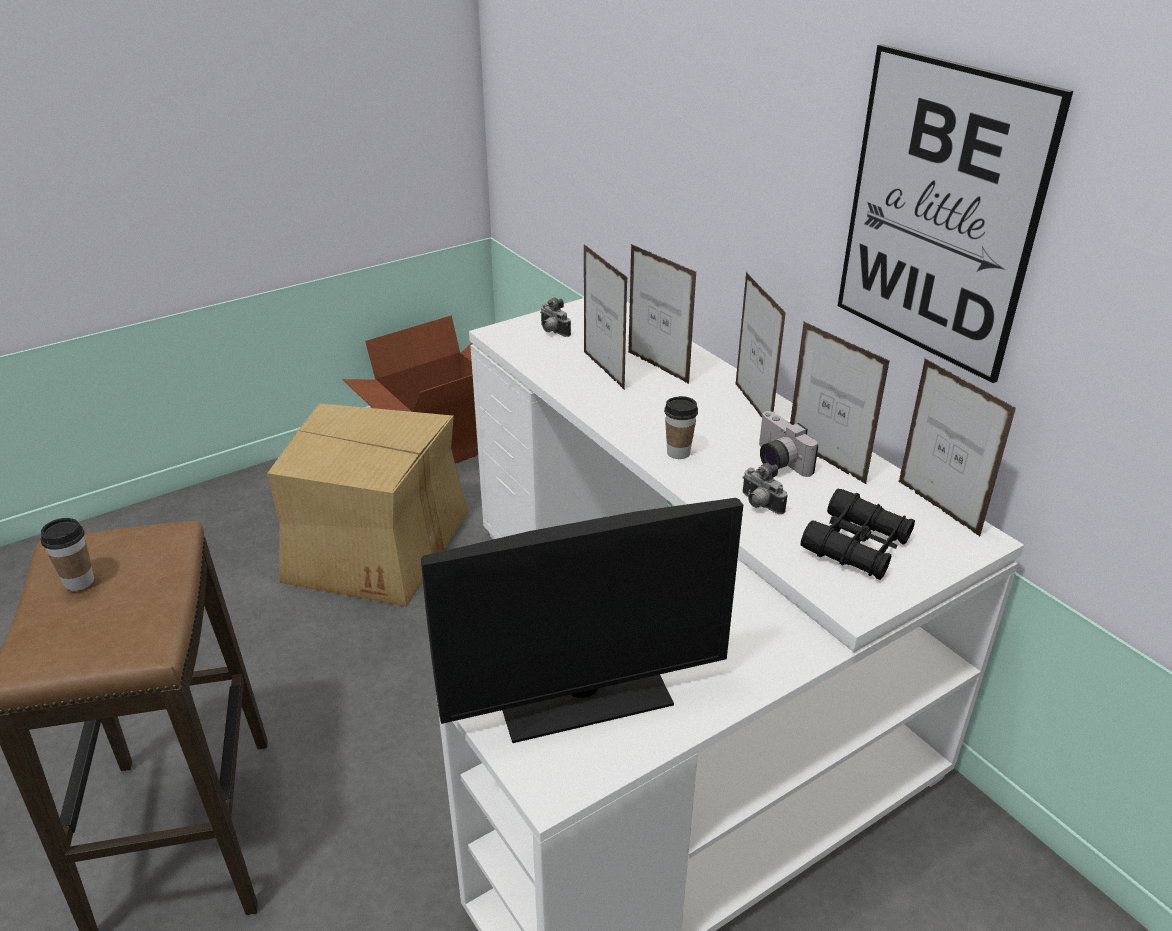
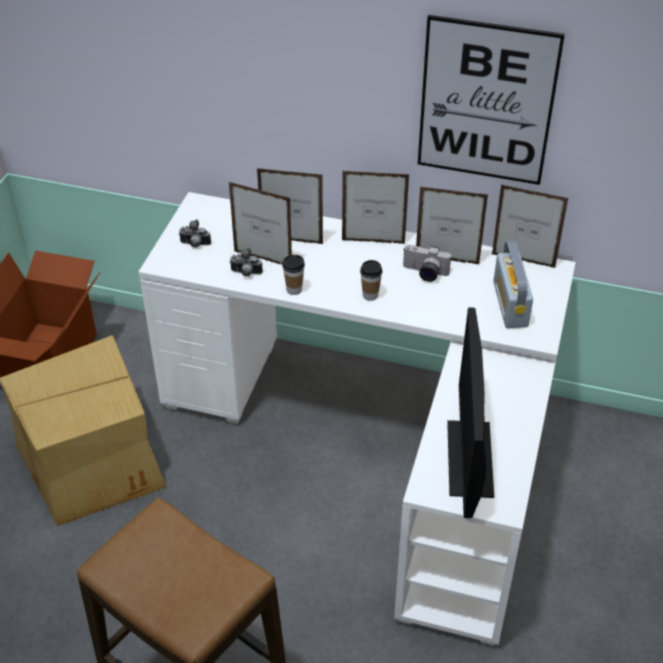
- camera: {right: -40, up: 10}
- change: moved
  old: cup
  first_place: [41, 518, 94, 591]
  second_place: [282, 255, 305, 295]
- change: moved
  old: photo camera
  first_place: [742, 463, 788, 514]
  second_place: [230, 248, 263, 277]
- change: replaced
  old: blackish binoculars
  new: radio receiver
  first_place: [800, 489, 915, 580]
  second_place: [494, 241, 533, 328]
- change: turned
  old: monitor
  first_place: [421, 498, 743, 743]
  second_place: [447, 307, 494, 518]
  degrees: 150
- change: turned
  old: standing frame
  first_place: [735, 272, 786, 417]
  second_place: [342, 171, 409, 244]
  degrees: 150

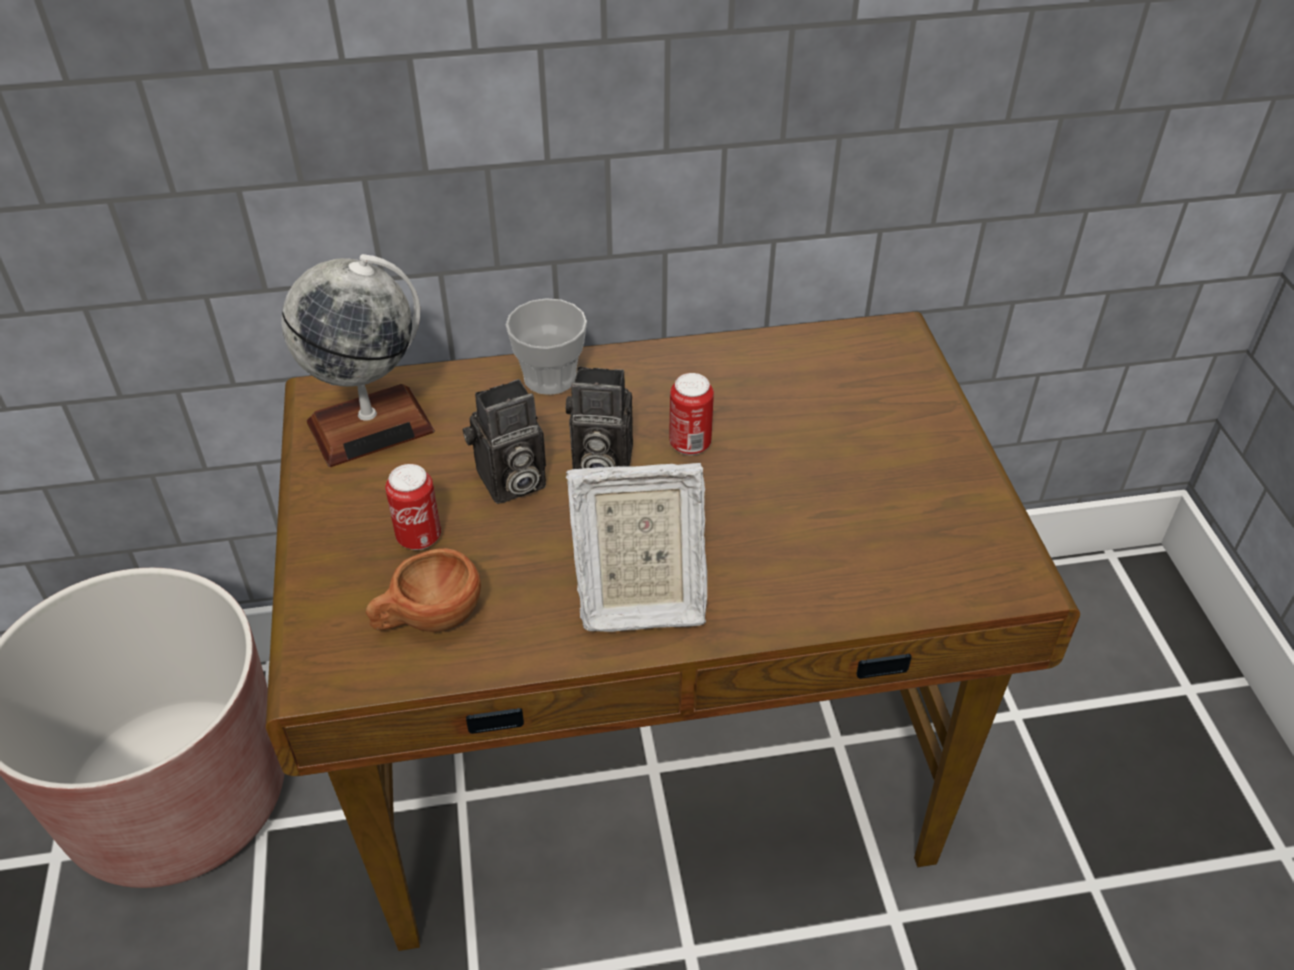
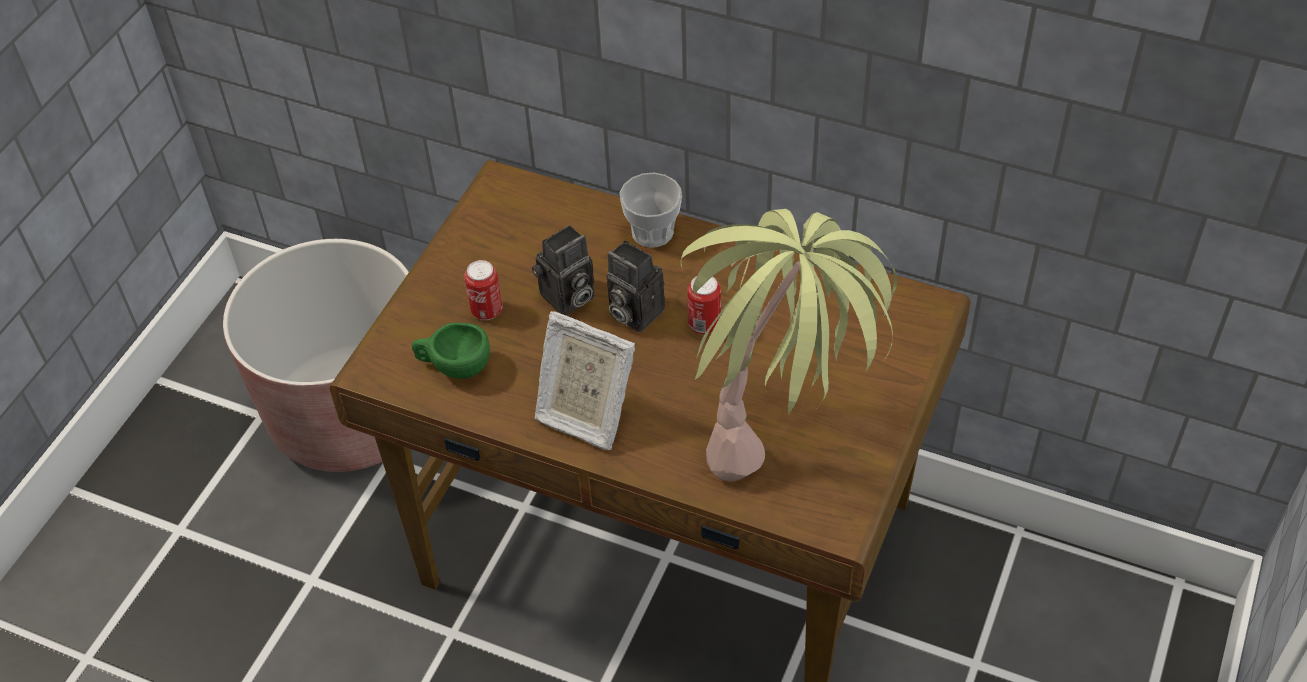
- camera: {right: 35, up: 5}
- change: removed
  old: world globe
  first_place: [281, 254, 435, 467]
- change: added
  new: potted plant
  second_place: [681, 209, 897, 481]
- change: recoloured
  old: brown cup
  new: green cup
  first_place: [366, 548, 481, 632]
  second_place: [412, 323, 490, 379]
- change: turned
  old: photo camera
  first_place: [463, 379, 546, 504]
  second_place: [532, 225, 594, 315]
  degrees: -45

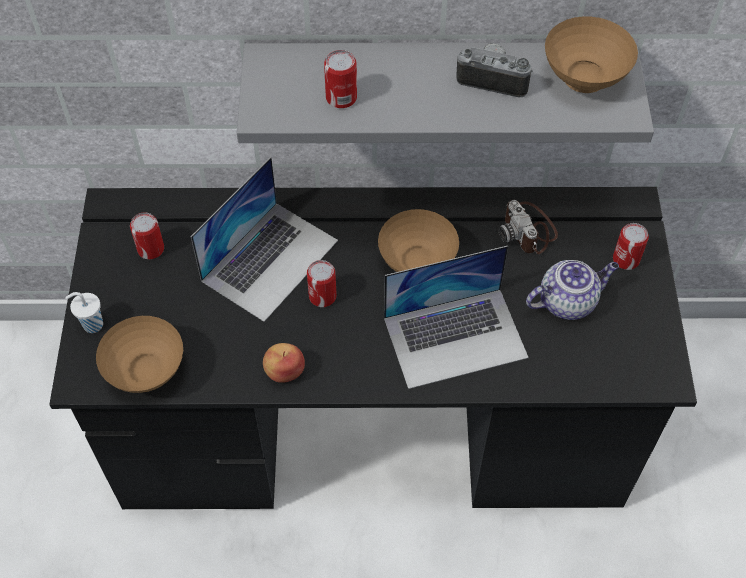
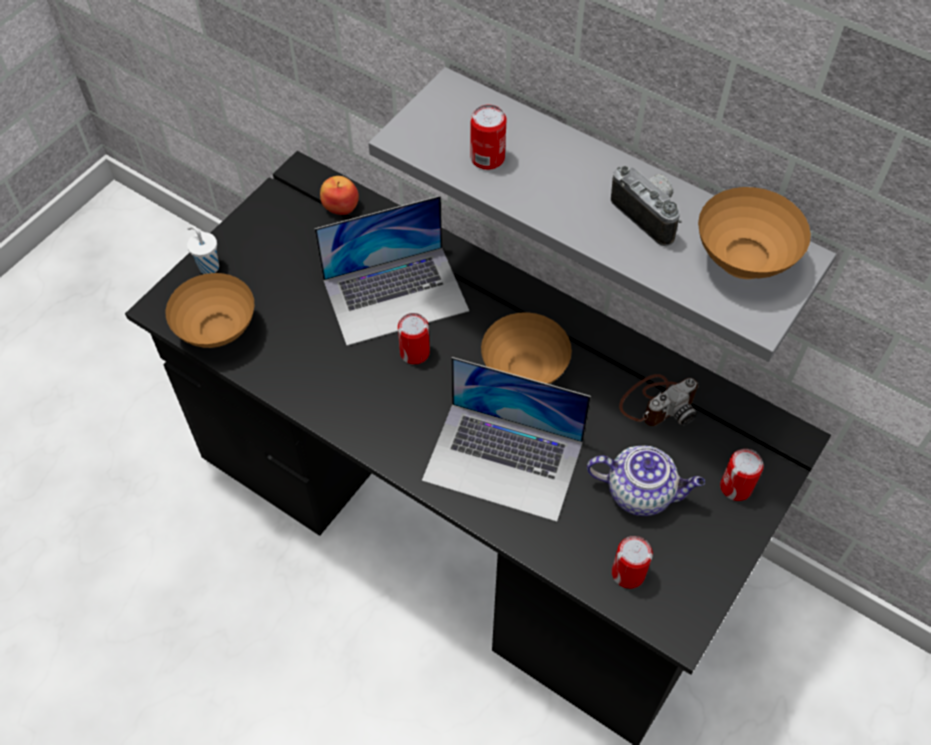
- camera: {right: 35, up: 0}
- change: moved
  old: can
  first_place: [130, 213, 164, 259]
  second_place: [612, 536, 653, 589]
- change: moved
  old: apple fruit
  first_place: [263, 343, 305, 383]
  second_place: [320, 176, 359, 215]
- change: turned
  old: photo camera
  first_place: [498, 200, 558, 254]
  second_place: [619, 374, 698, 426]
  degrees: -135

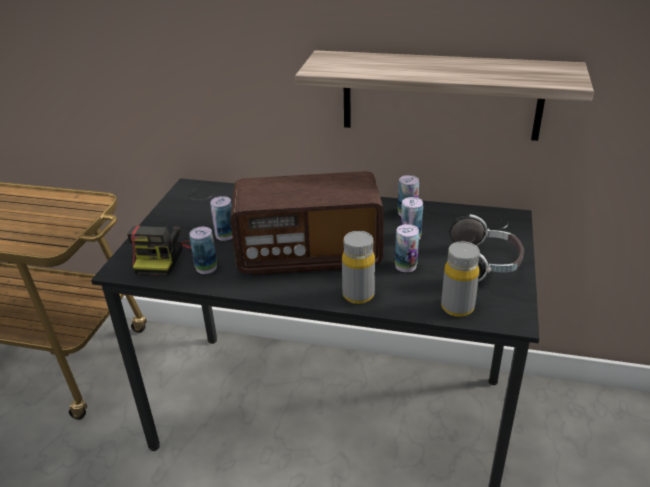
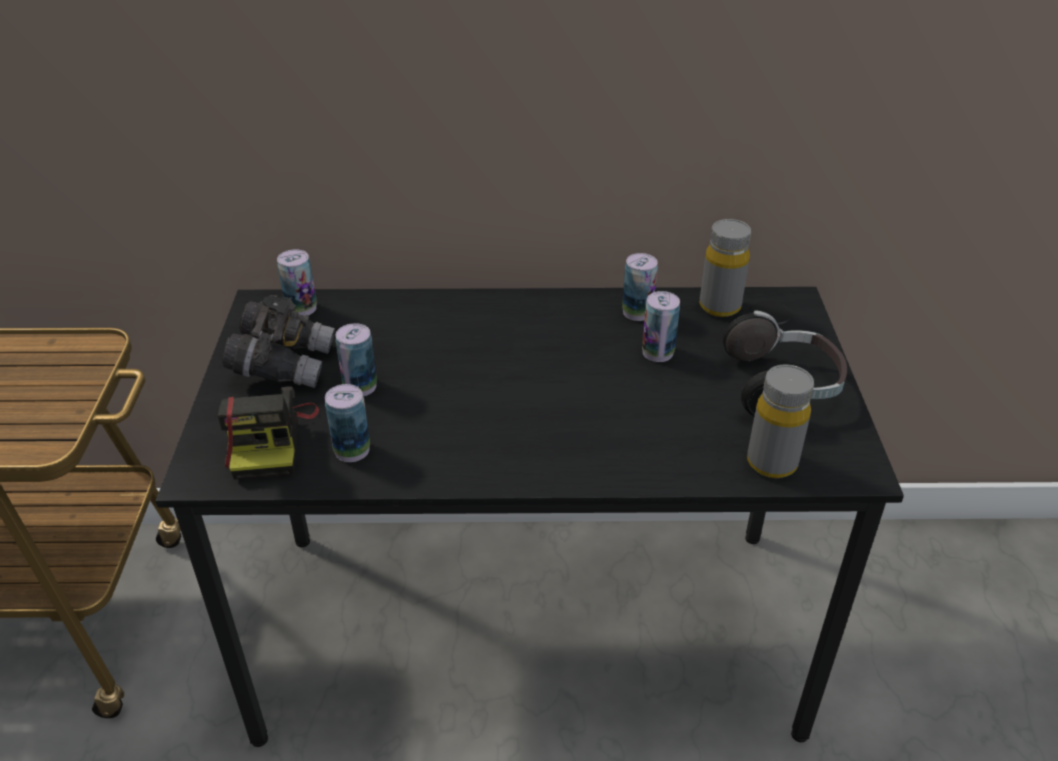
- camera: {right: -15, up: 5}
- change: removed
  old: radio receiver
  first_place: [230, 171, 384, 275]
- change: removed
  old: wall shelf
  first_place: [295, 50, 594, 141]
- change: added
  new: grey binoculars
  second_place: [222, 295, 335, 388]
- change: moved
  old: grey drink bottle
  first_place: [342, 231, 375, 304]
  second_place: [700, 219, 751, 317]
- change: moved
  old: can
  first_place: [395, 224, 419, 272]
  second_place: [277, 249, 317, 316]

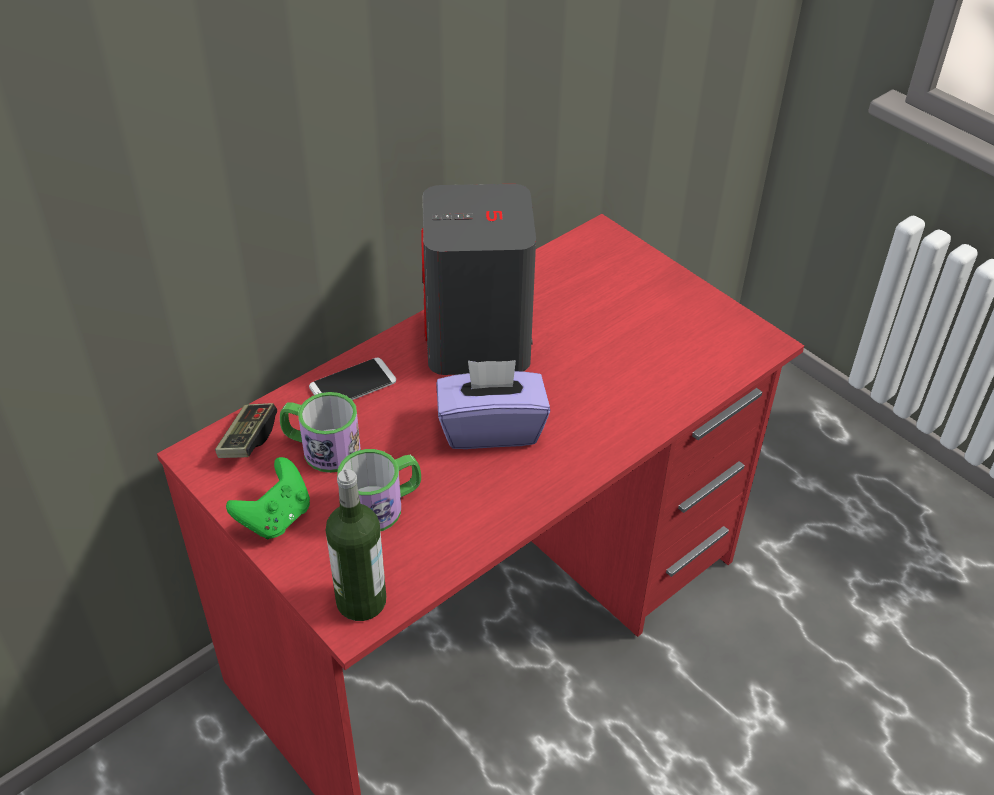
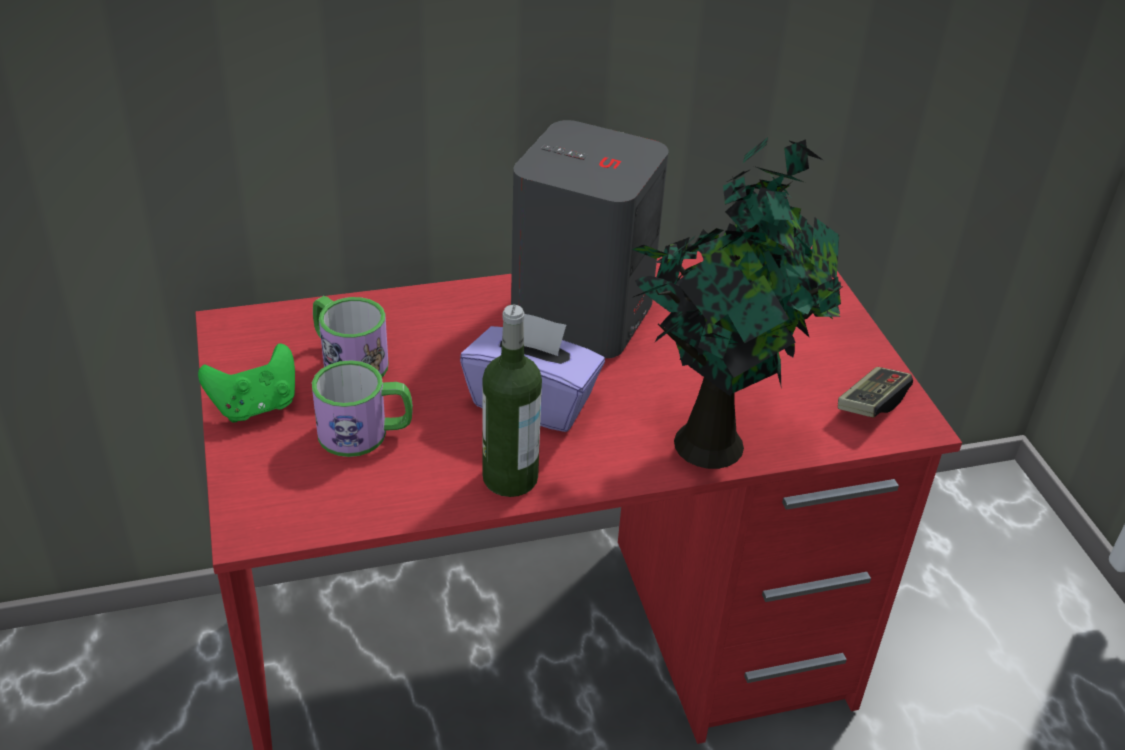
- camera: {right: 25, up: -5}
- change: removed
  old: phone
  first_place: [309, 358, 396, 400]
- change: added
  new: potted plant
  second_place: [632, 137, 843, 469]
- change: moved
  old: gamepad
  first_place: [215, 403, 277, 458]
  second_place: [838, 367, 913, 417]
- change: moved
  old: drink bottle
  first_place: [326, 469, 386, 621]
  second_place: [482, 305, 542, 497]

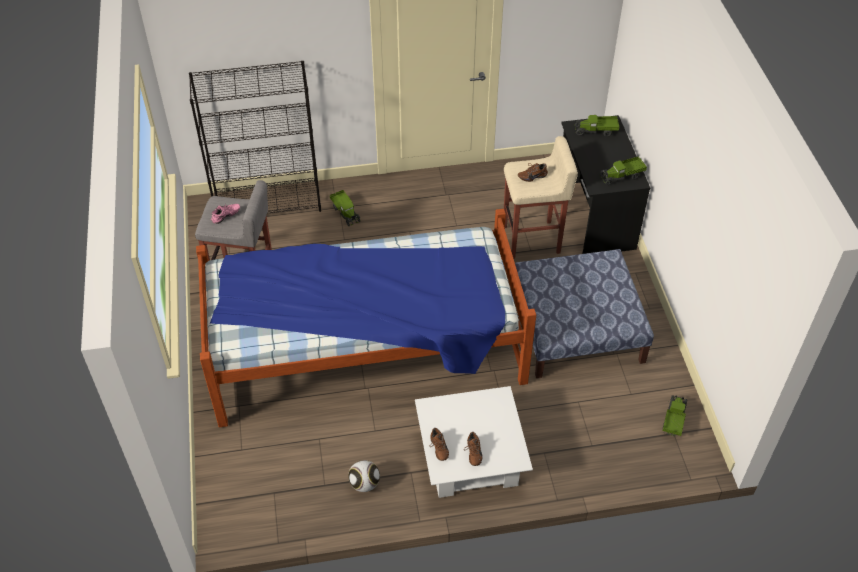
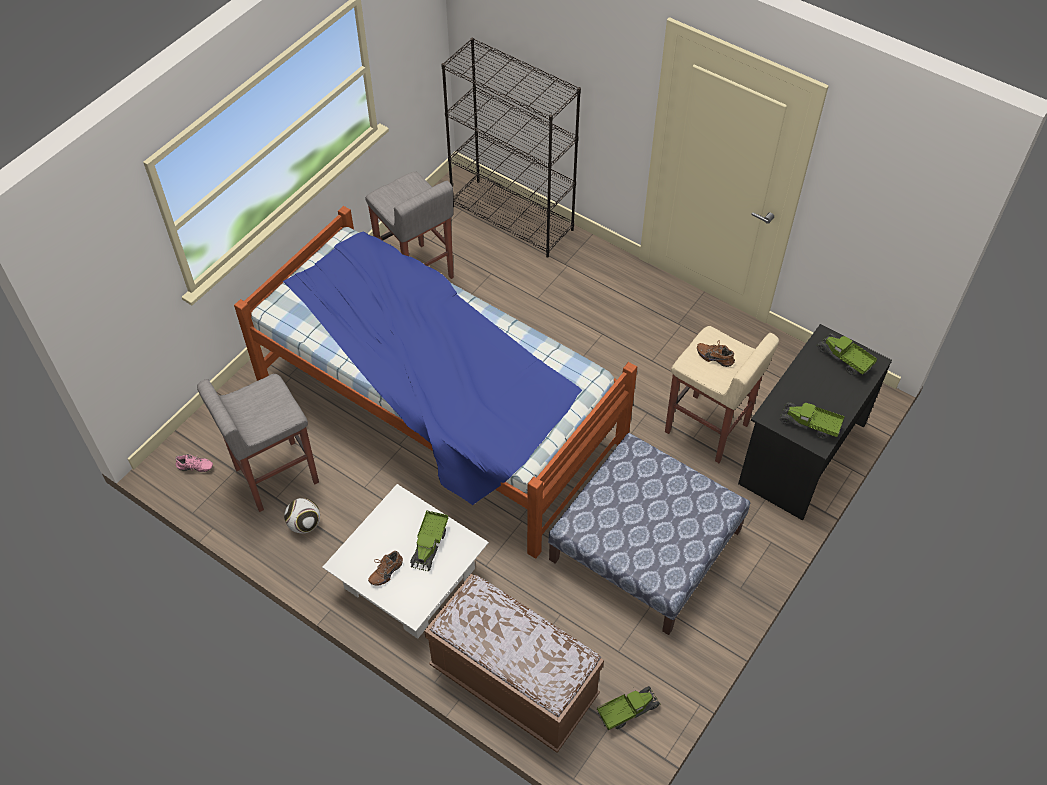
- camera: {right: 45, up: 5}
- change: removed
  old: brown shoe
  first_place: [429, 428, 449, 461]
- change: added
  new: grey sitting stool
  second_place: [197, 374, 319, 512]
- change: added
  new: brown bench
  second_place: [424, 574, 604, 753]
- change: moved
  old: pink-coloured shoe
  first_place: [211, 204, 240, 224]
  second_place: [175, 454, 213, 472]
- change: moved
  old: toy truck
  first_place: [330, 190, 360, 226]
  second_place: [410, 510, 448, 572]

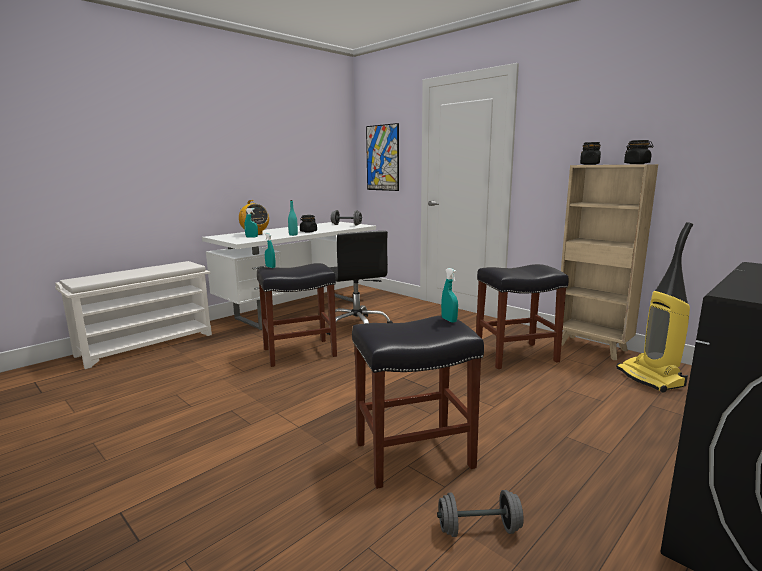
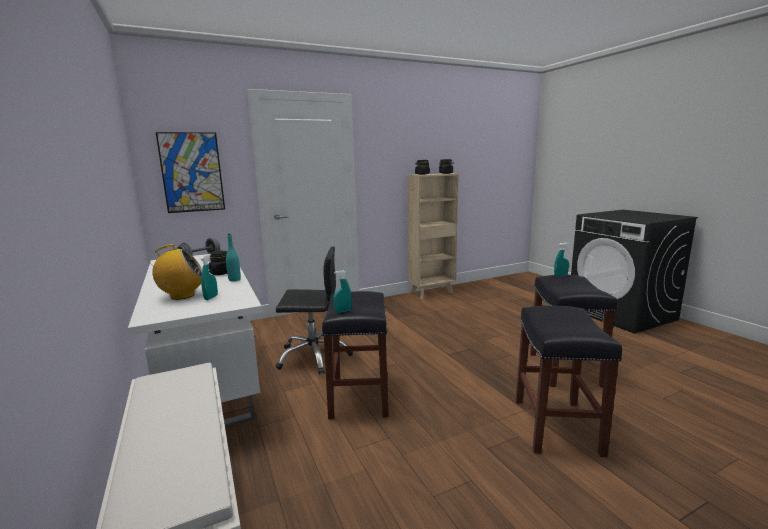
- camera: {right: -70, up: 0}
- change: removed
  old: grey dumbbell
  first_place: [437, 490, 524, 537]
- change: removed
  old: hoover
  first_place: [616, 222, 693, 393]
- change: moved
  old: blackish sitting stool
  first_place: [476, 264, 569, 369]
  second_place: [516, 305, 622, 457]

